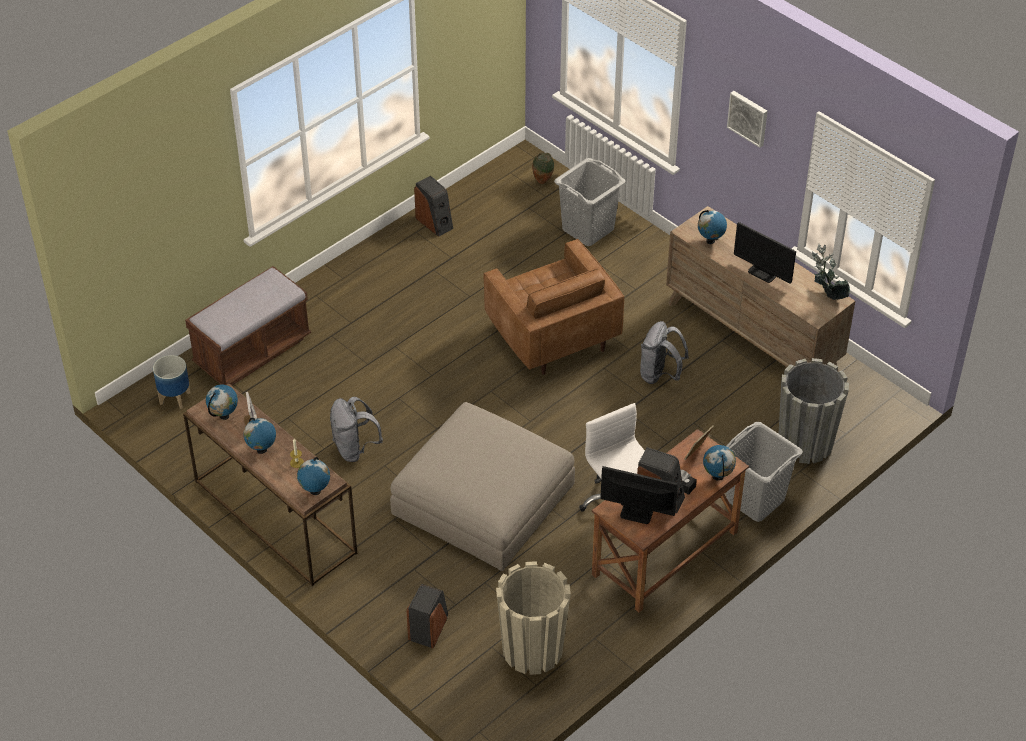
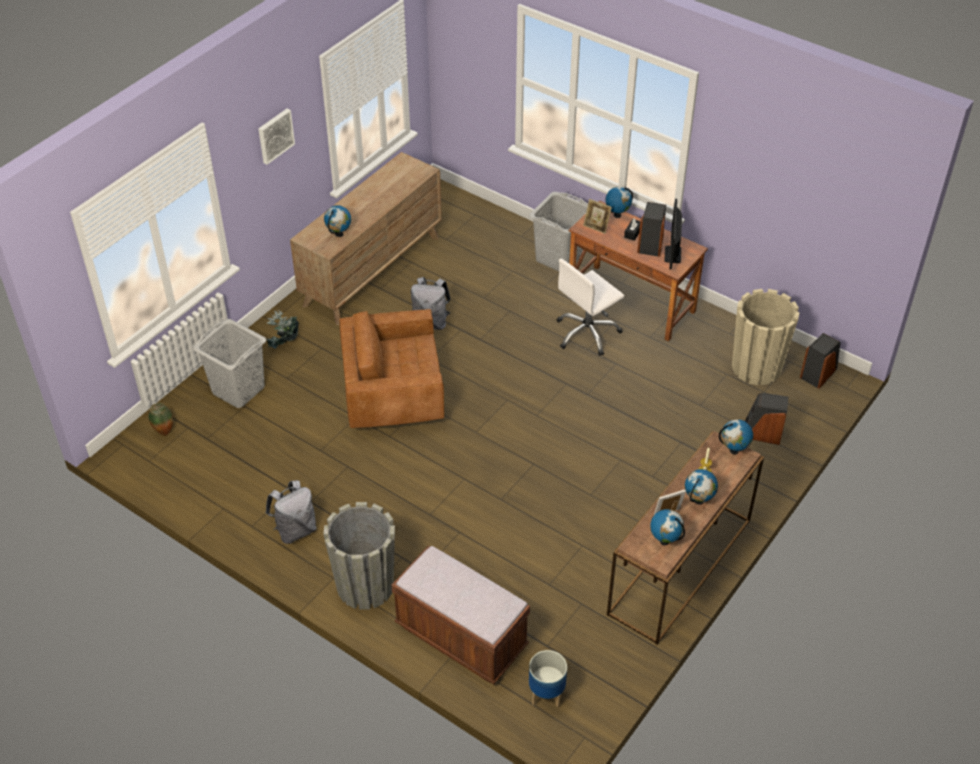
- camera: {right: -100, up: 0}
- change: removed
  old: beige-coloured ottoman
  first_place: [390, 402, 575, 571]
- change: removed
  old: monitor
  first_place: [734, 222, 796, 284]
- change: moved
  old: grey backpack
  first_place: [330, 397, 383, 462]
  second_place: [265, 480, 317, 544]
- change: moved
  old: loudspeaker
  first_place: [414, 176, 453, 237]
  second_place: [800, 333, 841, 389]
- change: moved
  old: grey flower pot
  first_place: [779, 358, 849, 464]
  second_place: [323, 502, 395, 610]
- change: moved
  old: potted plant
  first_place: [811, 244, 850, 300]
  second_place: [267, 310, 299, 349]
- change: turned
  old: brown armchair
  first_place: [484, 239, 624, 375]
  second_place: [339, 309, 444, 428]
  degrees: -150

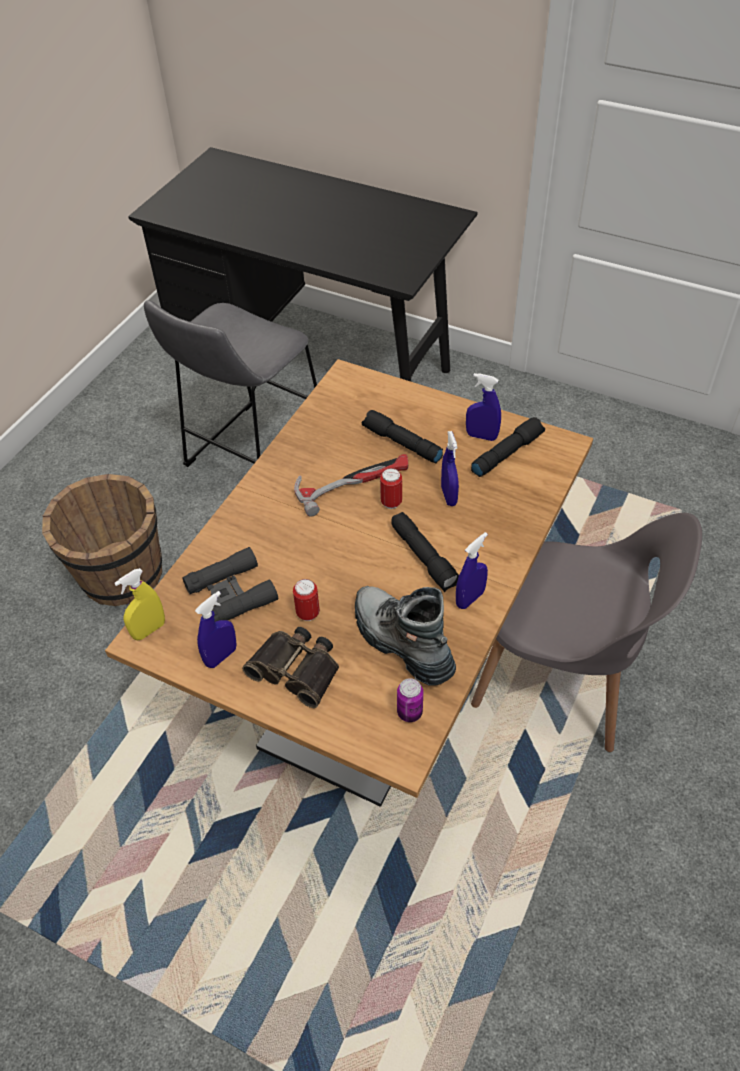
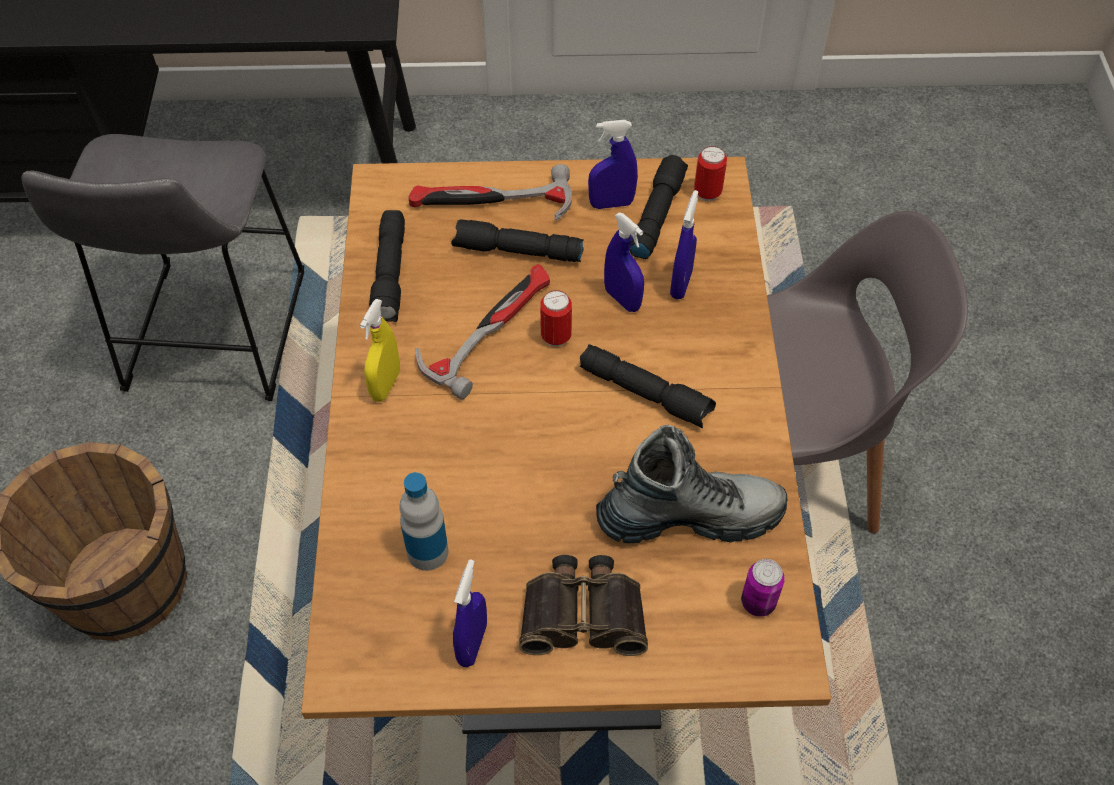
- camera: {right: -30, up: 5}
- change: added
  new: blackish flashlight
  second_place: [369, 210, 405, 322]
- change: added
  new: hammer
  second_place: [409, 164, 572, 220]
- change: moved
  old: yellow spray bottle
  first_place: [114, 568, 165, 640]
  second_place: [360, 299, 400, 402]
- change: moved
  old: can
  first_place: [293, 579, 320, 621]
  second_place: [694, 146, 727, 201]
- change: moved
  old: bluish spray bottle
  first_place: [456, 532, 488, 609]
  second_place: [670, 190, 698, 299]
- change: replaced
  old: blackish binoculars
  new: drink bottle
  first_place: [182, 547, 278, 622]
  second_place: [399, 472, 448, 571]
- change: turned
  old: high-top boot
  first_place: [355, 586, 456, 686]
  second_place: [596, 425, 787, 543]
  degrees: 150

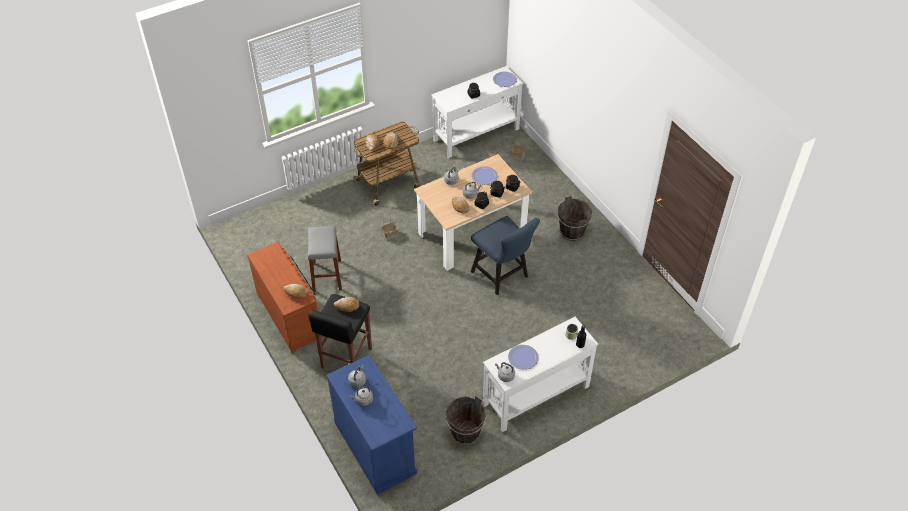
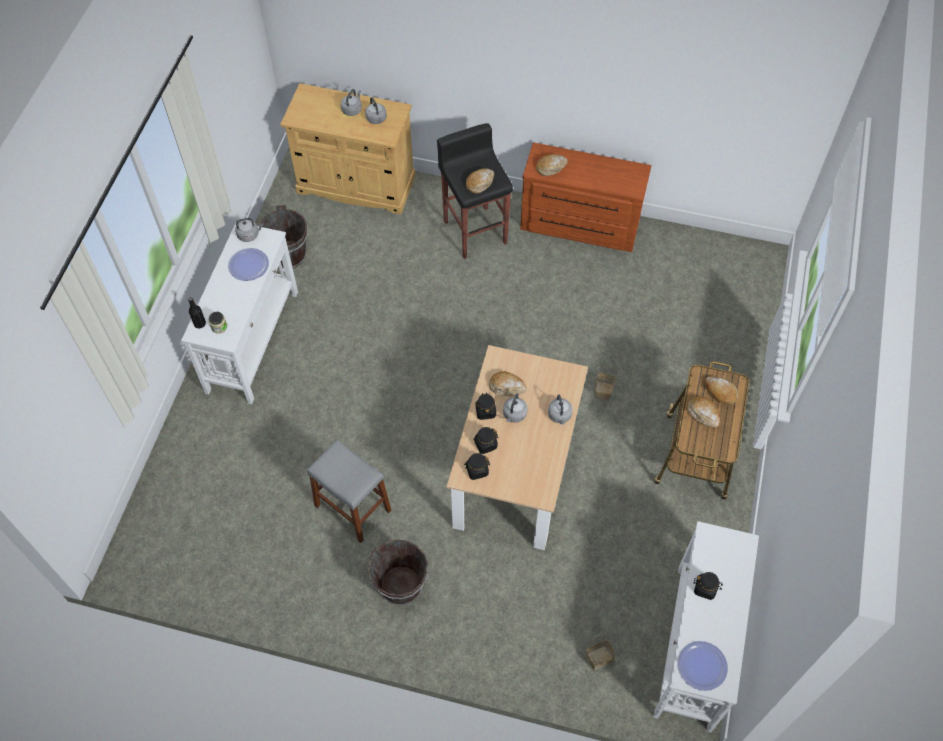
- camera: {right: 135, up: 10}
- change: removed
  old: flat dish
  first_place: [471, 166, 498, 185]
- change: removed
  old: bluish chair
  first_place: [471, 216, 540, 295]
- change: moved
  old: grey sitting stool
  first_place: [308, 226, 342, 292]
  second_place: [307, 439, 391, 543]
- change: recoloured
  old: bluish cabinet
  new: beige-coloured cabinet
  first_place: [326, 355, 417, 495]
  second_place: [280, 83, 415, 215]

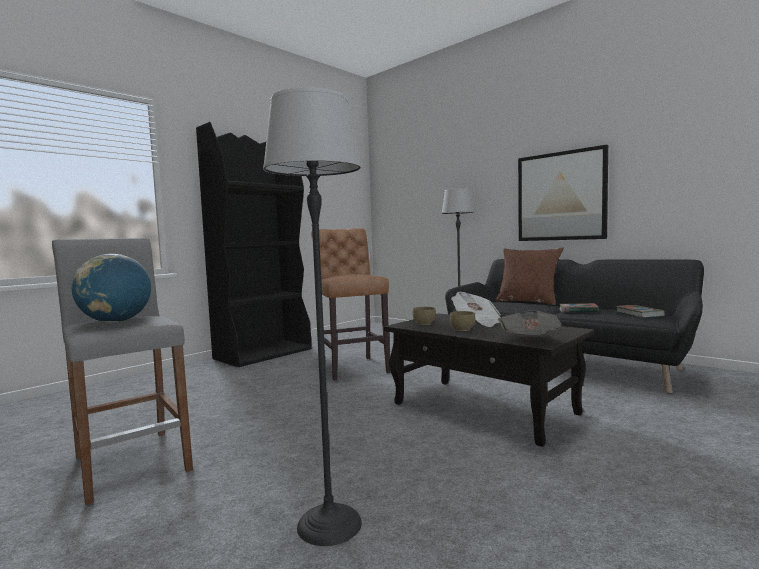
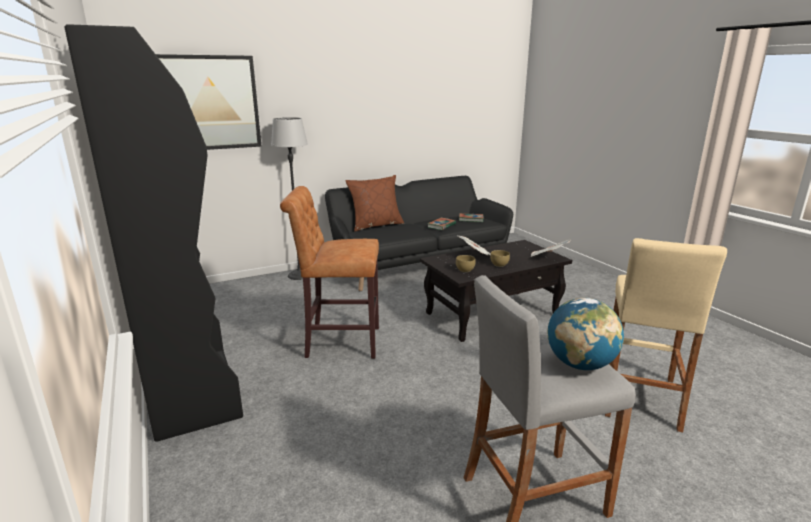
- camera: {right: -70, up: 15}
- change: moved
  old: picture
  first_place: [518, 145, 608, 241]
  second_place: [156, 54, 262, 150]
- change: replaced
  old: standing lamp
  new: beige-coloured sitting stool
  first_place: [263, 87, 362, 546]
  second_place: [605, 238, 727, 432]

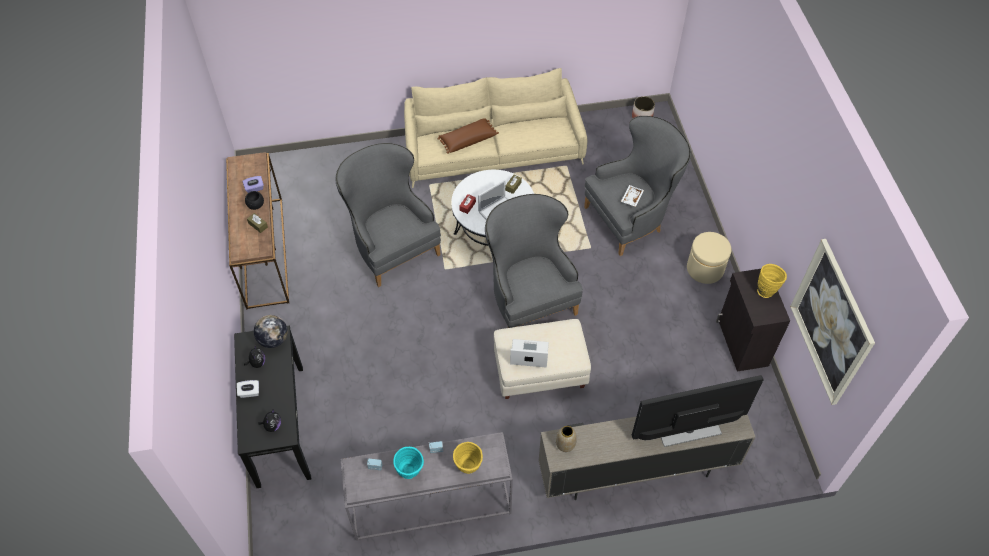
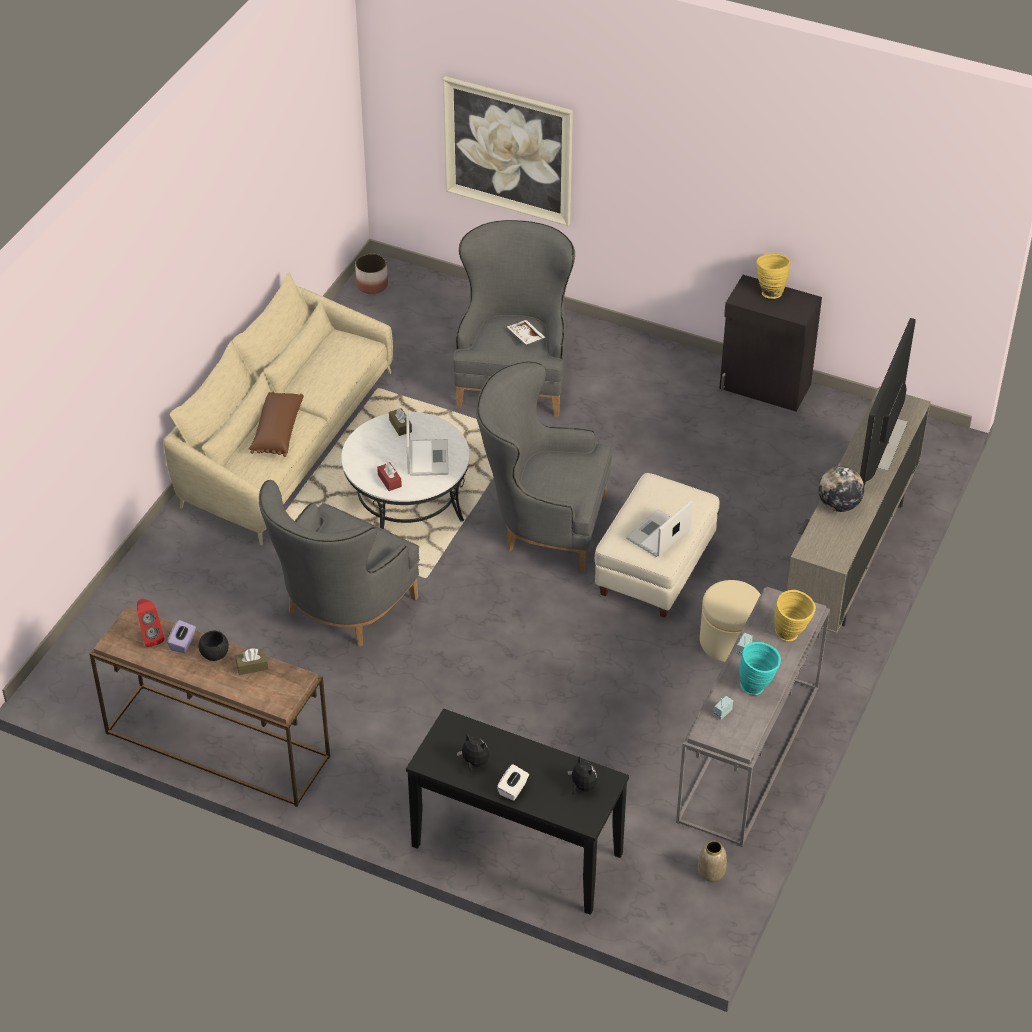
- camera: {right: -55, up: -10}
- change: added
  new: red-coloured loudspeaker
  second_place: [137, 599, 164, 647]
- change: moved
  old: world globe
  first_place: [254, 315, 288, 348]
  second_place: [818, 466, 864, 512]
- change: moved
  old: vase
  first_place: [556, 426, 577, 452]
  second_place: [698, 841, 727, 882]
- change: moved
  old: beige-coloured ottoman
  first_place: [687, 232, 731, 284]
  second_place: [700, 580, 761, 663]
- change: moved
  old: picture
  first_place: [790, 239, 875, 405]
  second_place: [443, 76, 573, 226]
- change: turned
  old: grey armchair
  first_place: [336, 143, 441, 287]
  second_place: [259, 480, 420, 646]
  degrees: -60

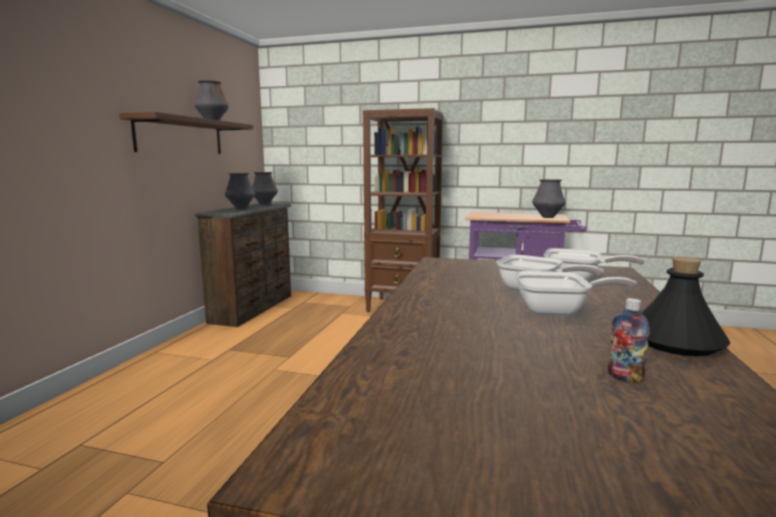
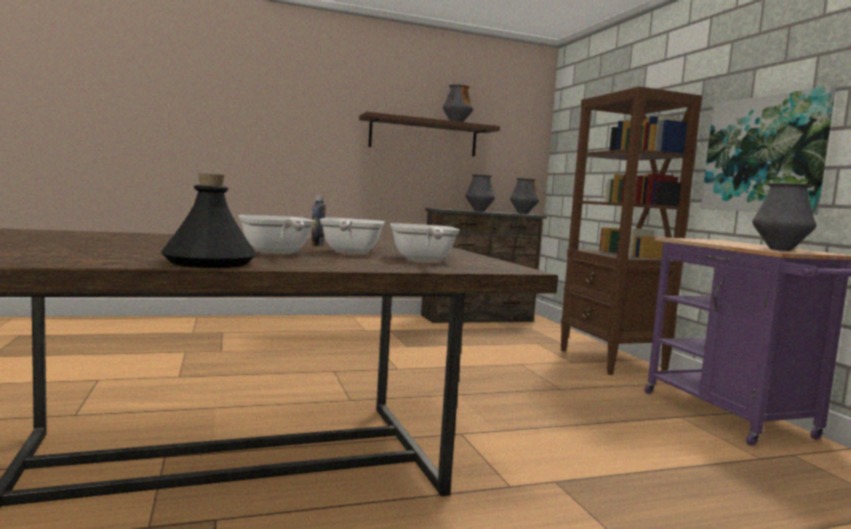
- camera: {right: 55, up: -5}
- change: added
  new: picture
  second_place: [701, 86, 836, 215]
- change: moved
  old: drink bottle
  first_place: [608, 298, 650, 384]
  second_place: [311, 196, 326, 246]

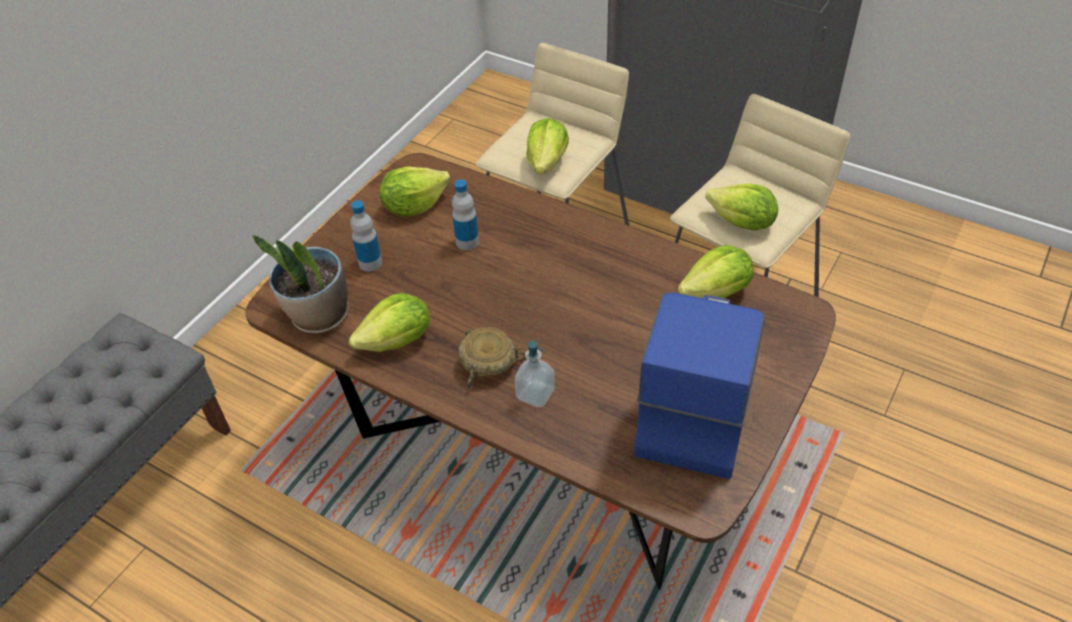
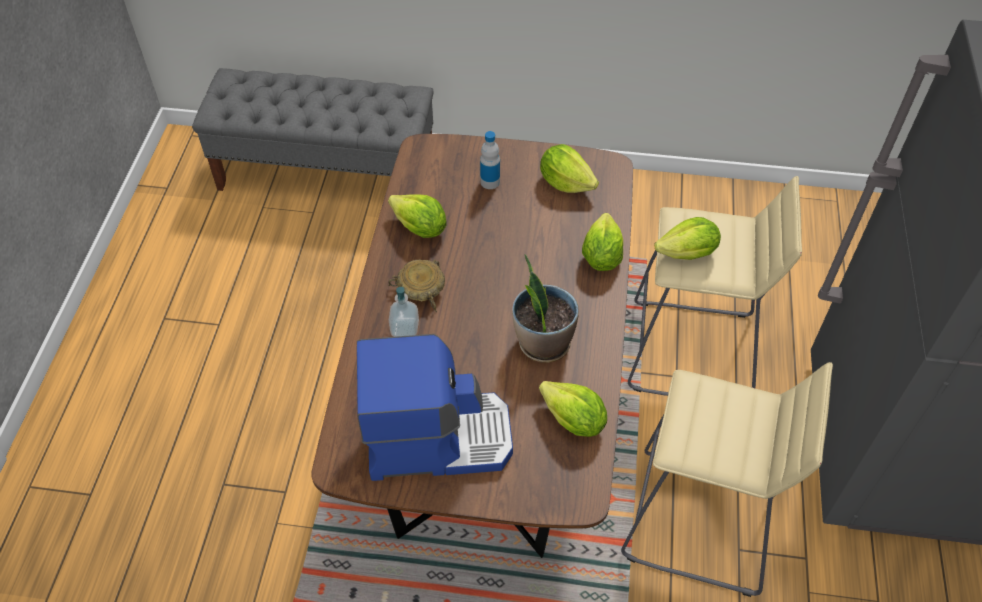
- camera: {right: 65, up: 5}
- change: removed
  old: drink bottle
  first_place: [452, 179, 479, 250]
- change: moved
  old: potted plant
  first_place: [252, 235, 349, 334]
  second_place: [512, 254, 579, 363]
- change: moved
  old: head of lettuce
  first_place: [705, 184, 778, 231]
  second_place: [582, 213, 623, 271]

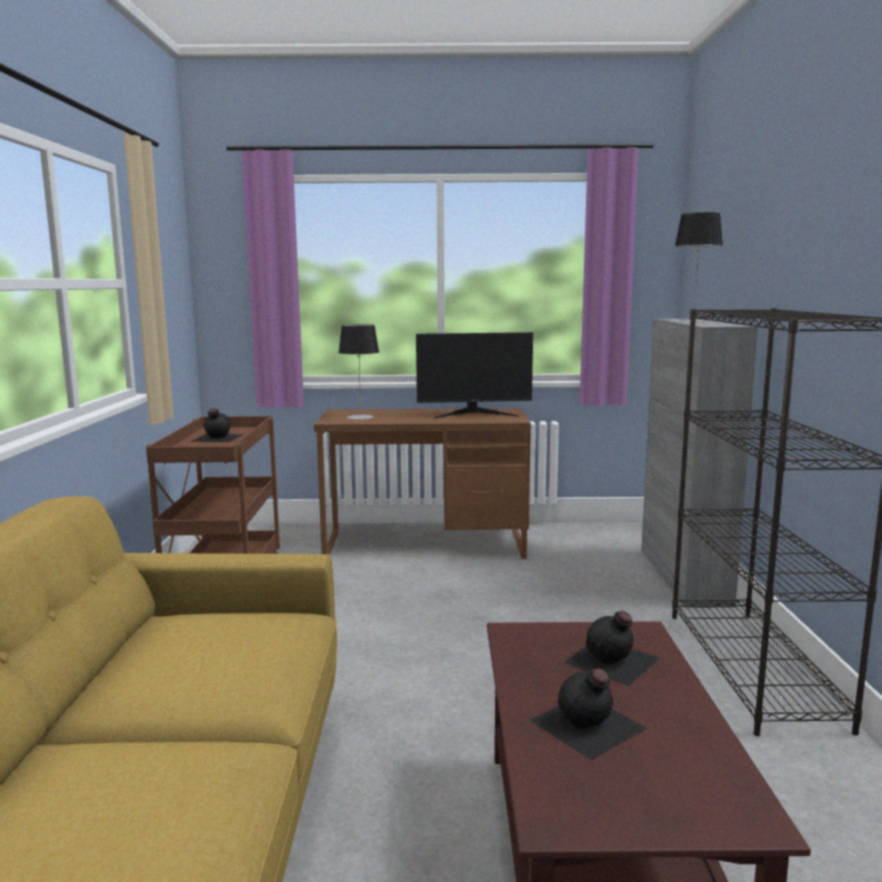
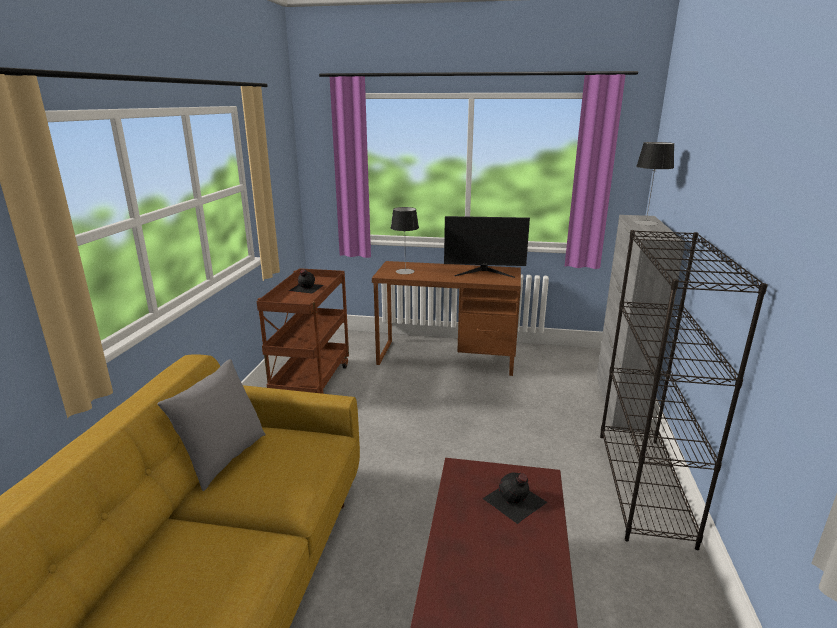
- camera: {right: 10, up: 10}
- change: removed
  old: blackish drink bottle
  first_place: [529, 668, 647, 760]
- change: added
  new: grey throw pillow
  second_place: [157, 359, 266, 491]

